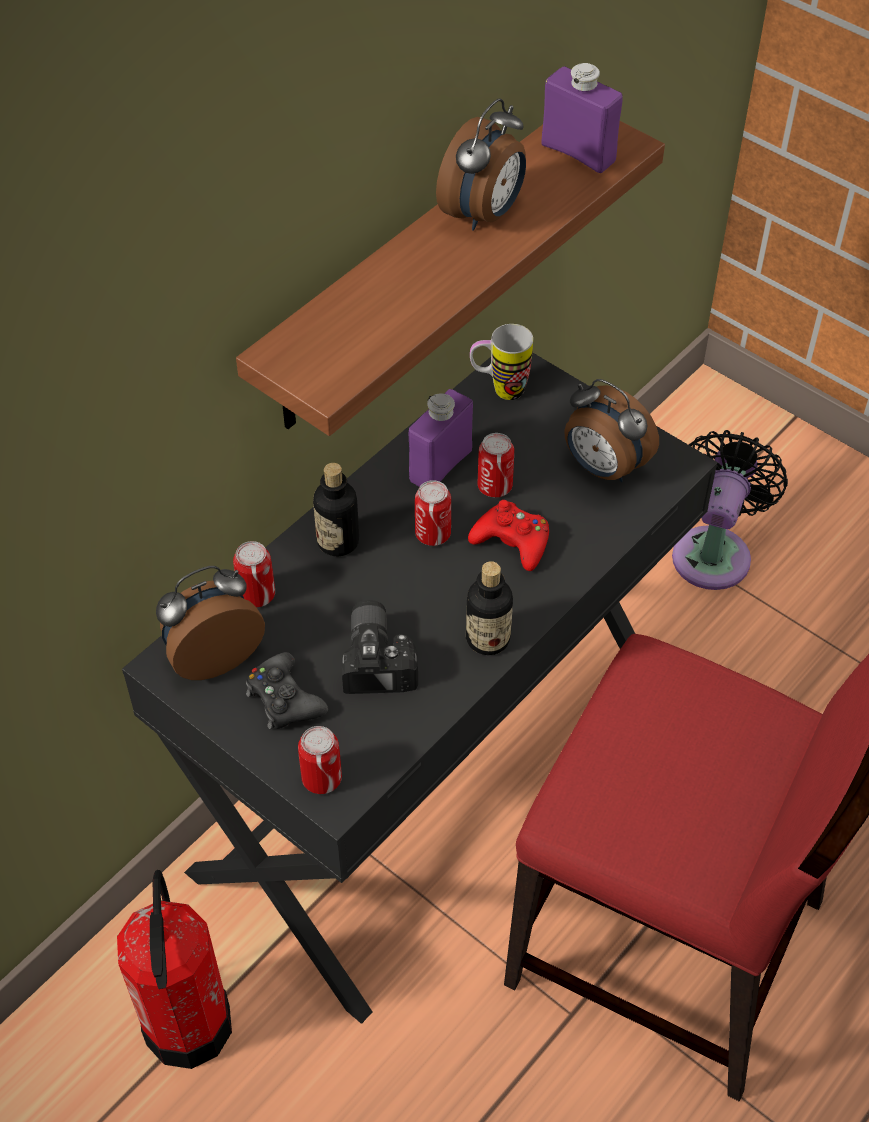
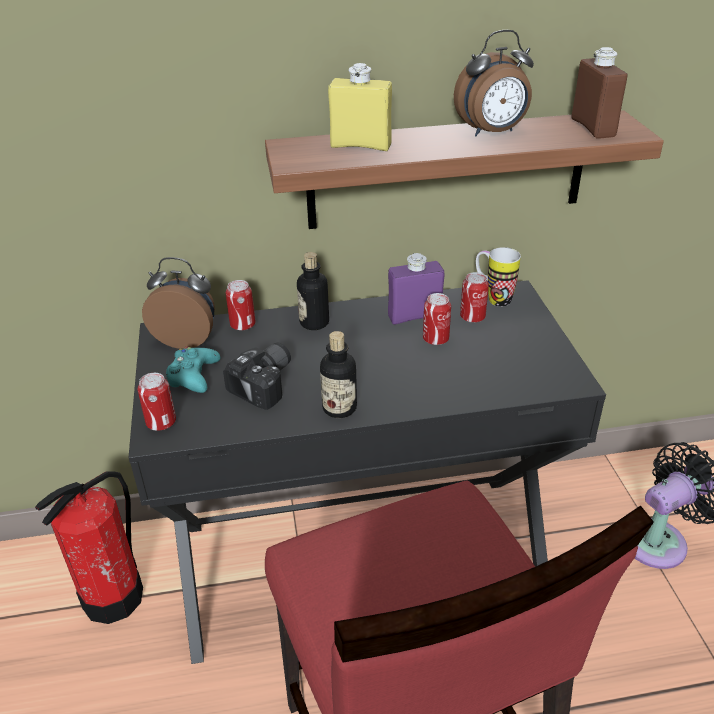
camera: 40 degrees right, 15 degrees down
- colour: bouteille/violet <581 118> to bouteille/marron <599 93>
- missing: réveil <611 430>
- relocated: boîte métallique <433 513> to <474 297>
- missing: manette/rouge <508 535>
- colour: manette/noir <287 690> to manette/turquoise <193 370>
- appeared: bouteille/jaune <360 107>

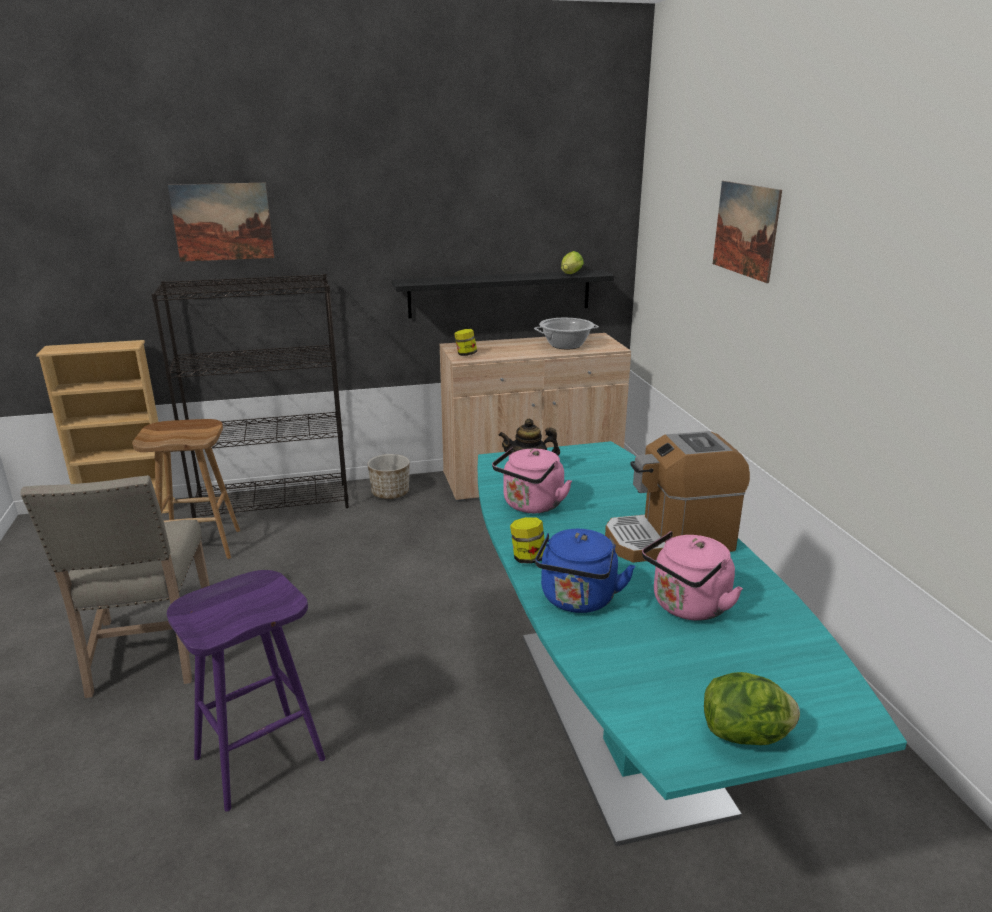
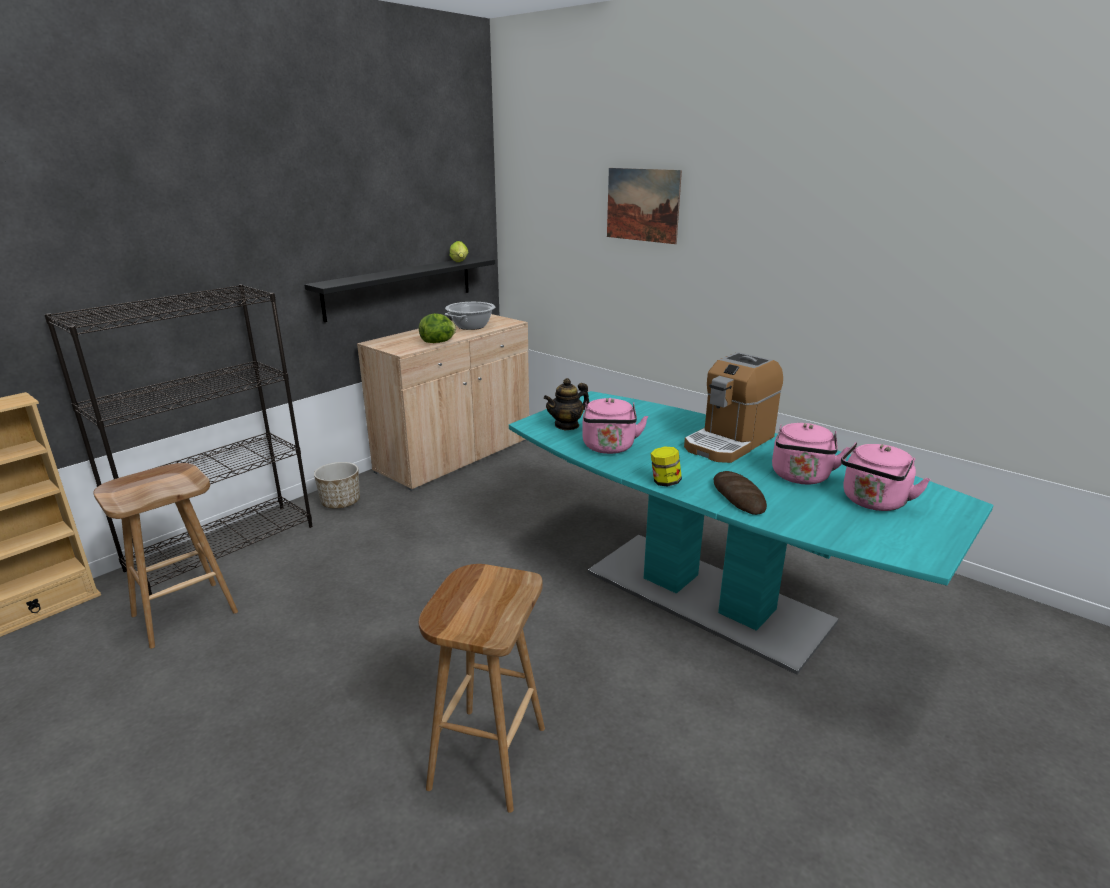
camera: 35 degrees left, 0 degrees up
- missing: tableau <221 222>
- missing: bocal <465 342>
- missing: chaise/beige <115 586>
- exchanged: bouilloire/bleu <585 571> to pain <740 493>
- colour: tabouret/violet <246 691> to tabouret/marron <482 688>
- relocated: laitue <752 708> to <437 328>
- appeared: bouilloire/rose <886 476>

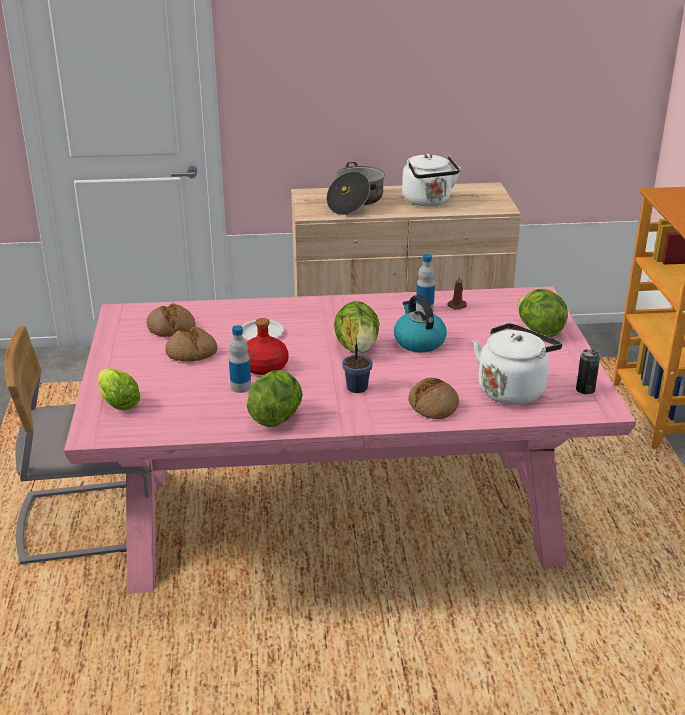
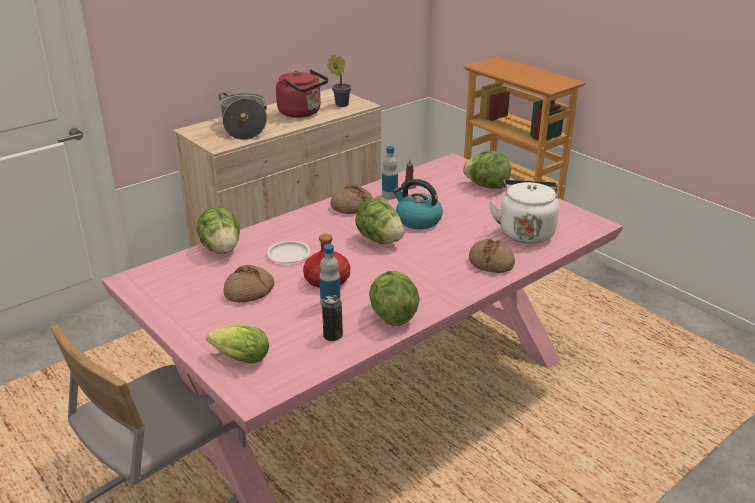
camera: 35 degrees left, 0 degrees up
- colour: bouilloire/blanc <431 180> to bouilloire/rouge <302 93>
- relocated: pain <171 320> to <352 199>
- relocated: plante en pot <357 353> to <339 80>
- relocated: boîte métallique <588 371> to <332 318>
- appeared: laitue <218 230>

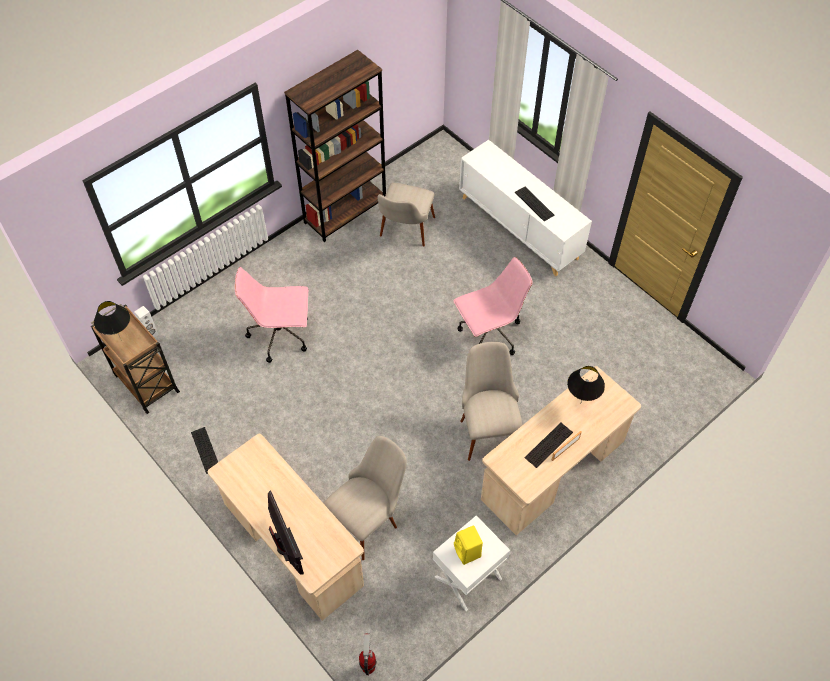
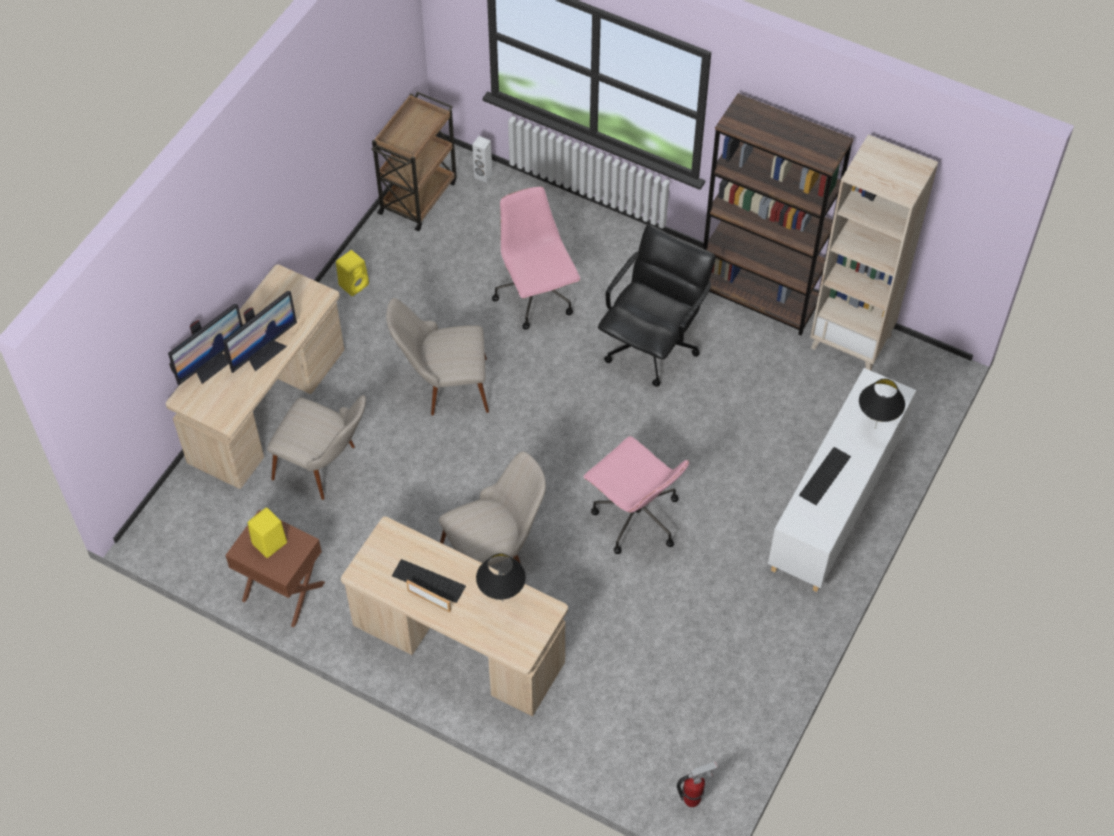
camera: 70 degrees right, 0 degrees up
- relocated: chaise/beige <406 214> to <437 356>
- relocated: lampe de table/noir <112 321> to <882 403>
- exchanged: clavier <204 450> to enceinte/jaune <352 273>
- colour: table de chevet/blanc <471 563> to table de chevet/marron <275 569>
- relocated: extincteur <367 654> to <697 784>
- appeared: bibliothèque/beige <874 252>
- appeared: chaise de bureau/noir <657 306>
- appeared: écran d'ordinateur <260 332>

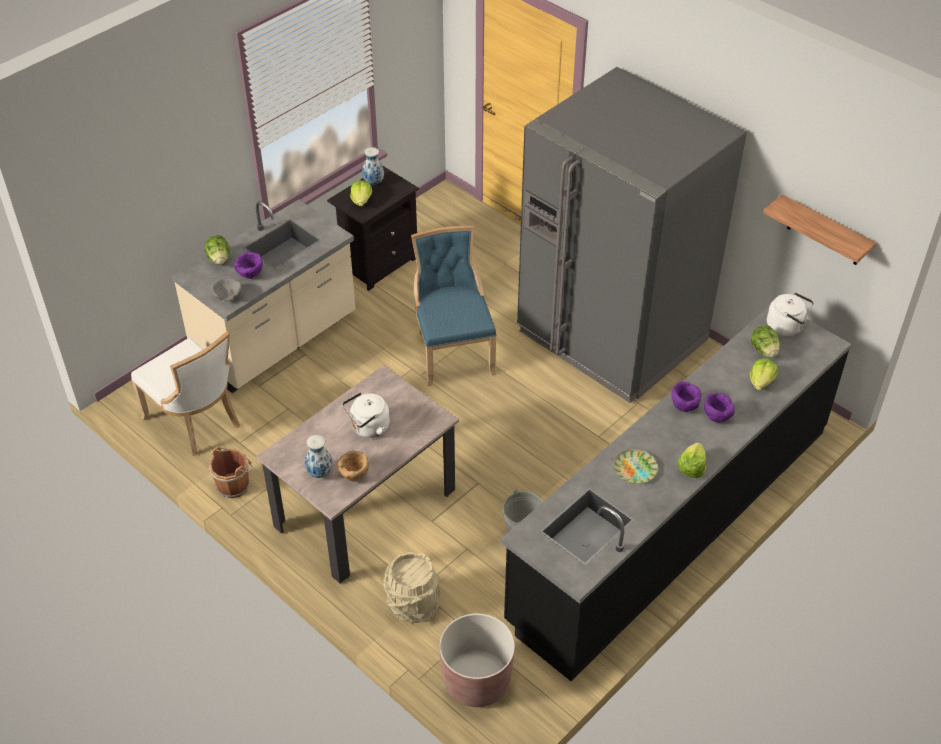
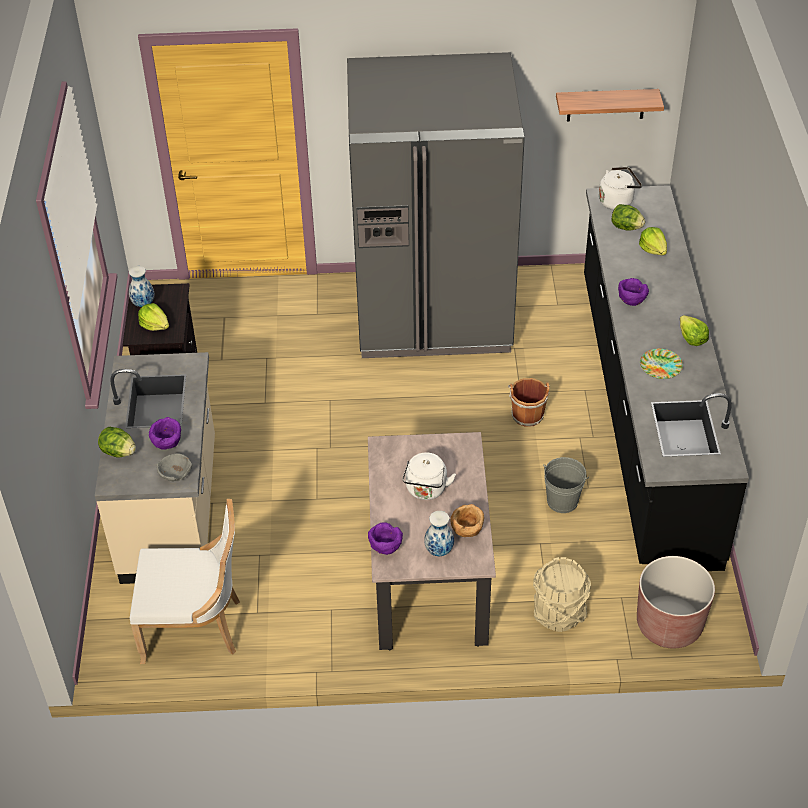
camera: 45 degrees left, 0 degrees up
- missing: chaise/bleu <453 305>
- relocated: bol/violet <719 408> to <385 538>
- relocated: seau/marron <230 472> to <529 402>

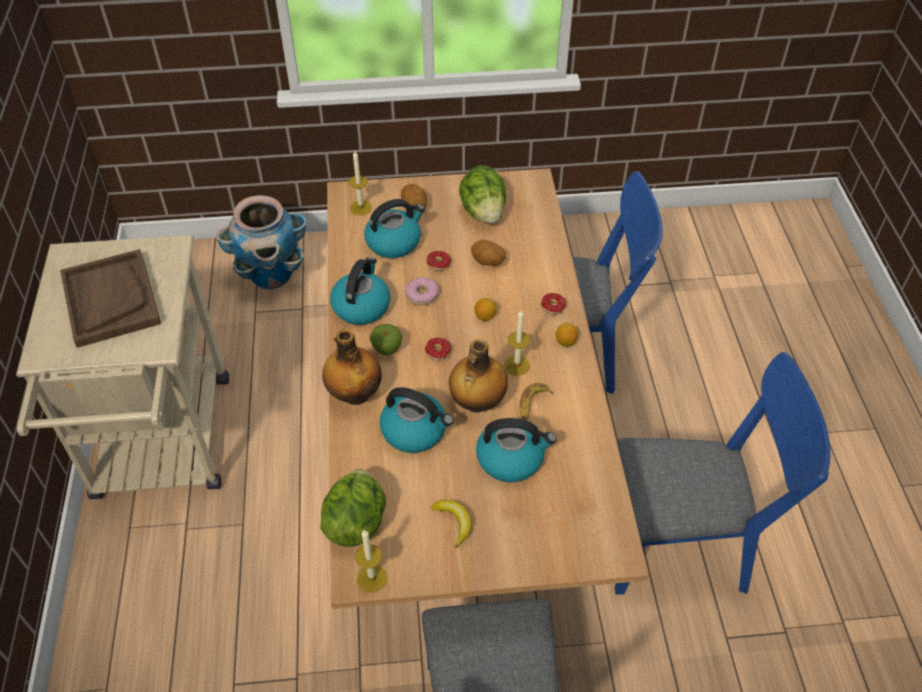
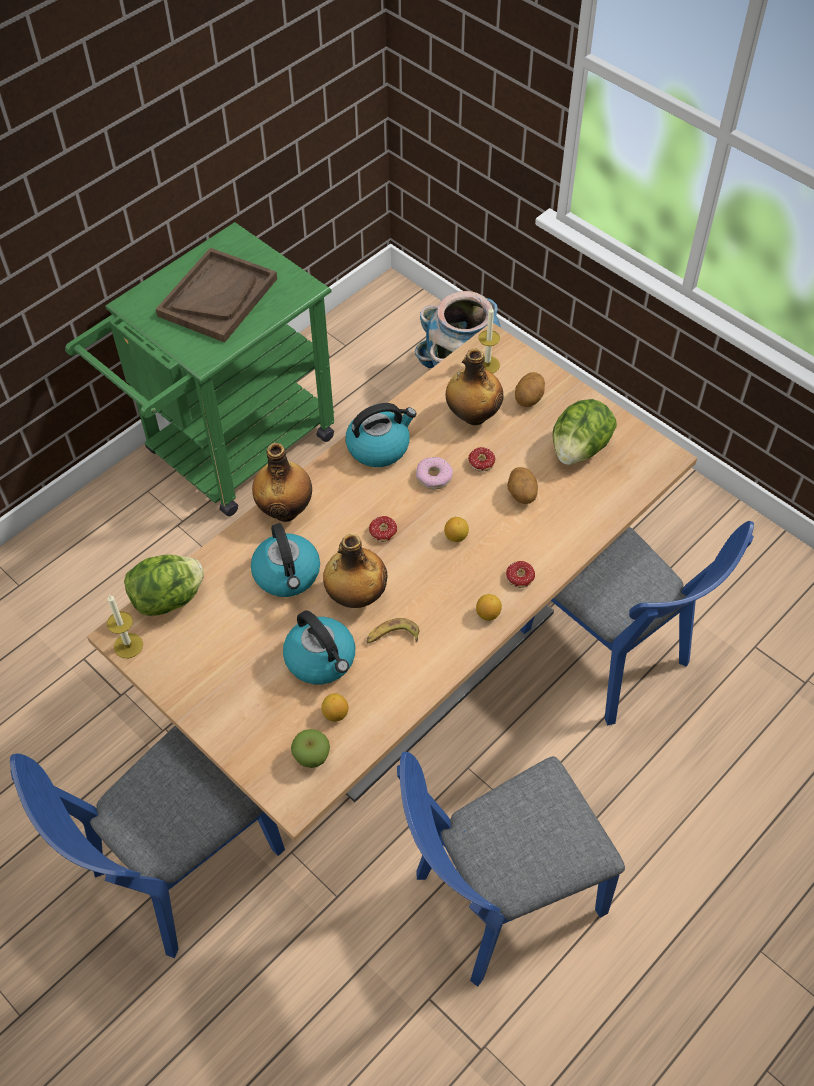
camera: 50 degrees right, 5 degrees up
- exchanged: bouilloire <394 228> to bouteille <474 386>
- colour: chariot/beige <122 367> to chariot/vert <199 369>
- missing: bougie <517 342>
- relocated: pomme <386 339> to <310 748>
- spun: chaise/bleu <722 473> = <511 869> 105 degrees clockwise
- missing: banane <451 524>
- appeared: citron <335 707>

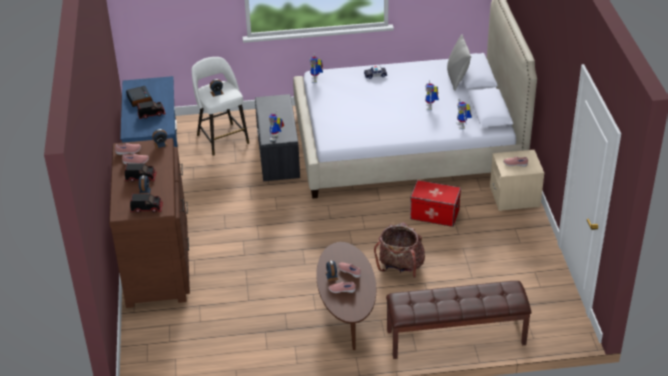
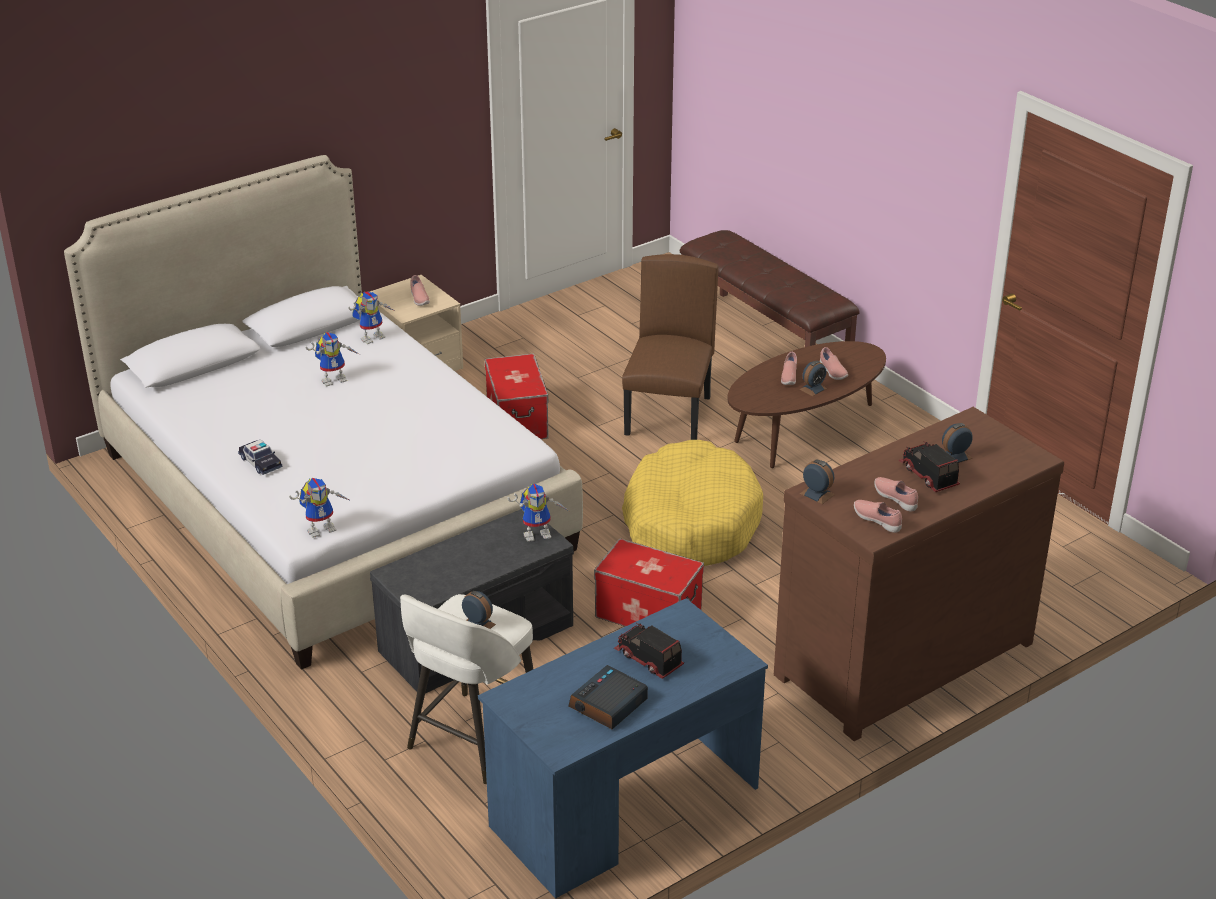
camera: 120 degrees left, 5 degrees down
- missing: coussin/gris <459 62>
- missing: camion jouet <146 203>
- exchanged: sac à dos <399 250> to chaise/marron <670 347>
- appeared: panier pour chien/jaune <692 503>
- appeared: boîte de rangement <649 582>

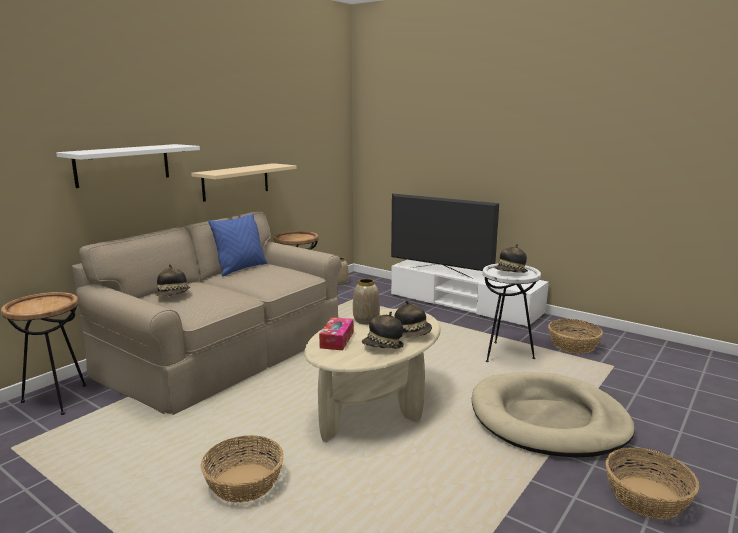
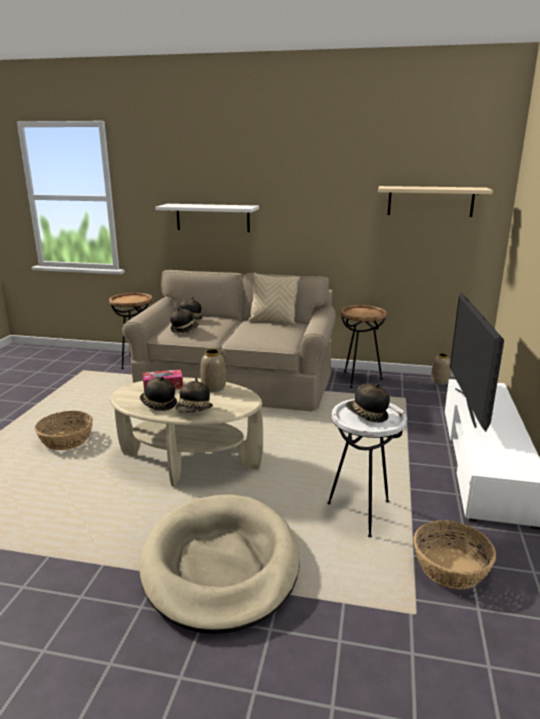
camera: 65 degrees right, 5 degrees up
- relocated: étagère/beige <244 182> to <435 201>
- colour: coussin/bleu <237 244> to coussin/beige <274 299>
- missing: panier <652 483>
- appeared: chapeau <184 320>

